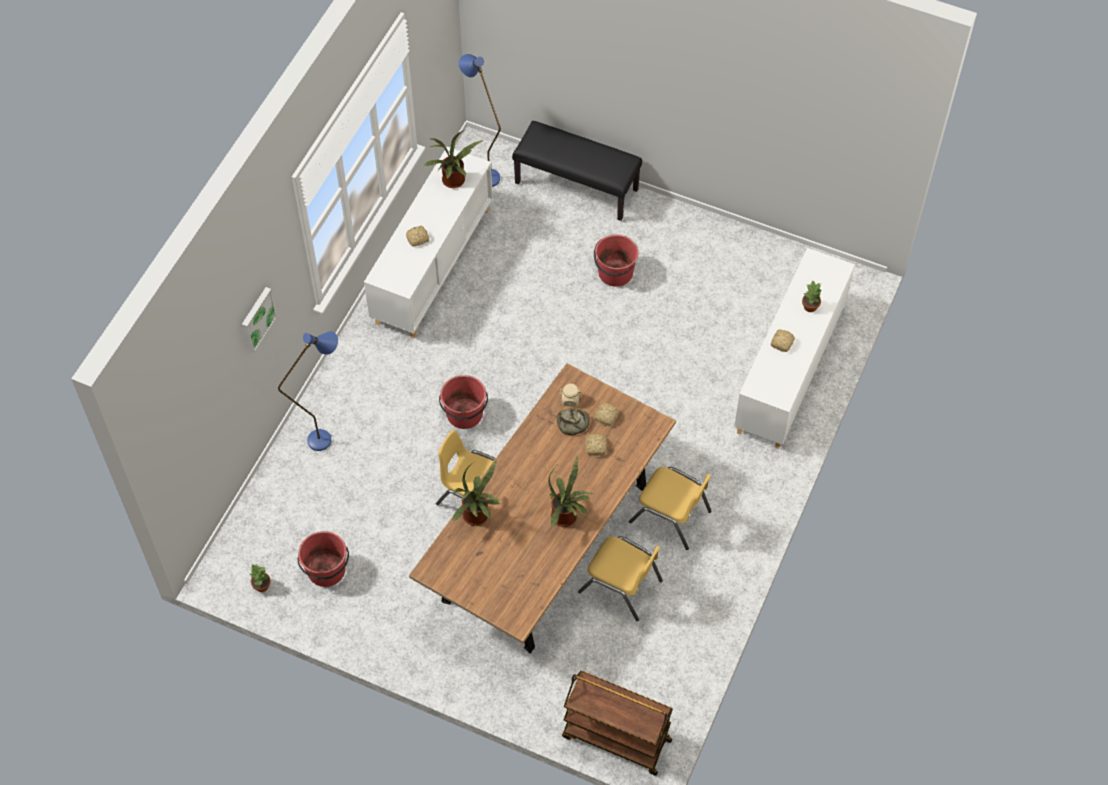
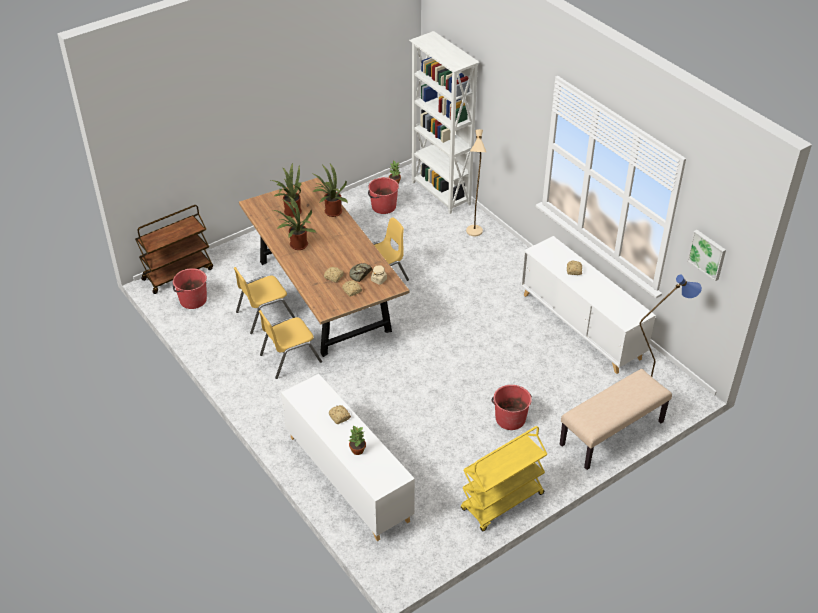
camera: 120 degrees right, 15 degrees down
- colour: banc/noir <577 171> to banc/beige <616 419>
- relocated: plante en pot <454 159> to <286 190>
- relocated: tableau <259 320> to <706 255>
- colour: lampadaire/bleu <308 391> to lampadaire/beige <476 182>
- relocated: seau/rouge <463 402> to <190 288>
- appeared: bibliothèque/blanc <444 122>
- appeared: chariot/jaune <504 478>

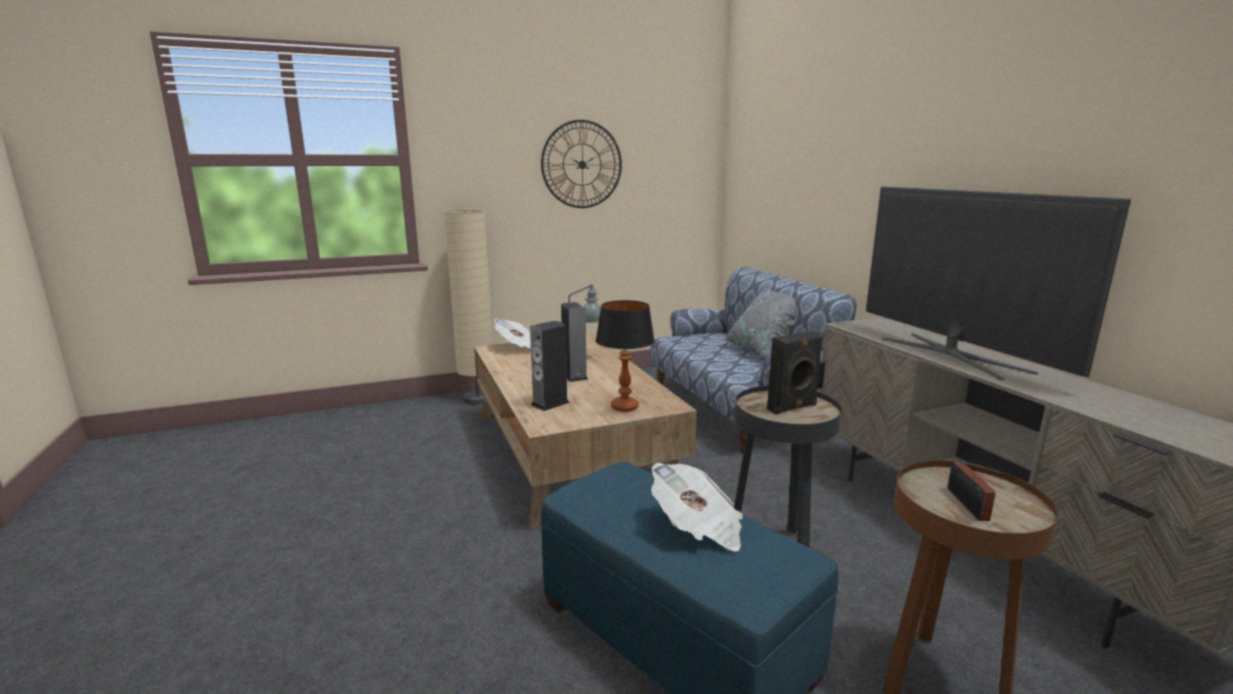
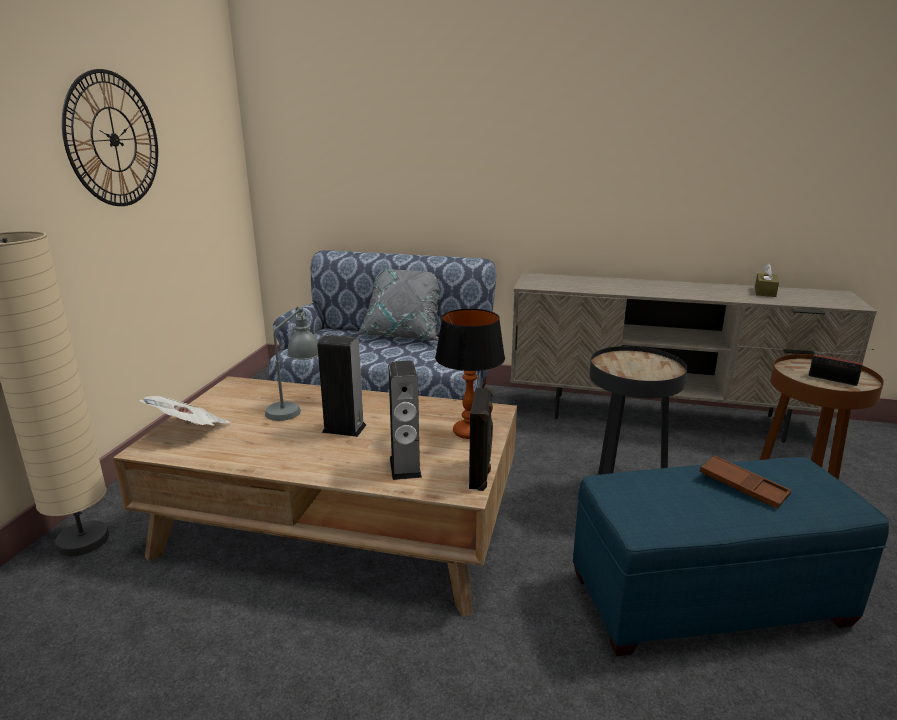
camera: 55 degrees left, 5 degrees up
- missing: téléviseur <998 283>
- relocated: enceinte/noir <795 372> to <481 439>
- exchanged: journal <697 507> to plateau/marron <745 482>
- appeared: boîte à mouchoirs/marron <767 280>

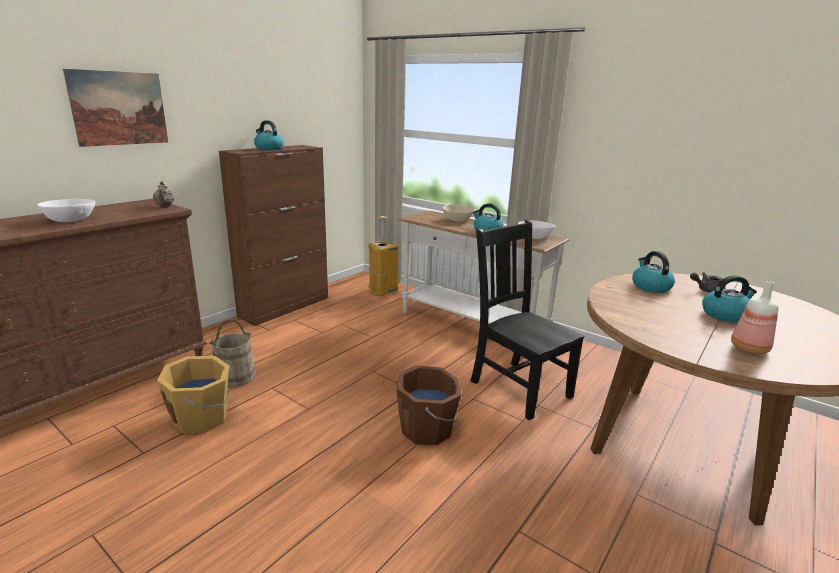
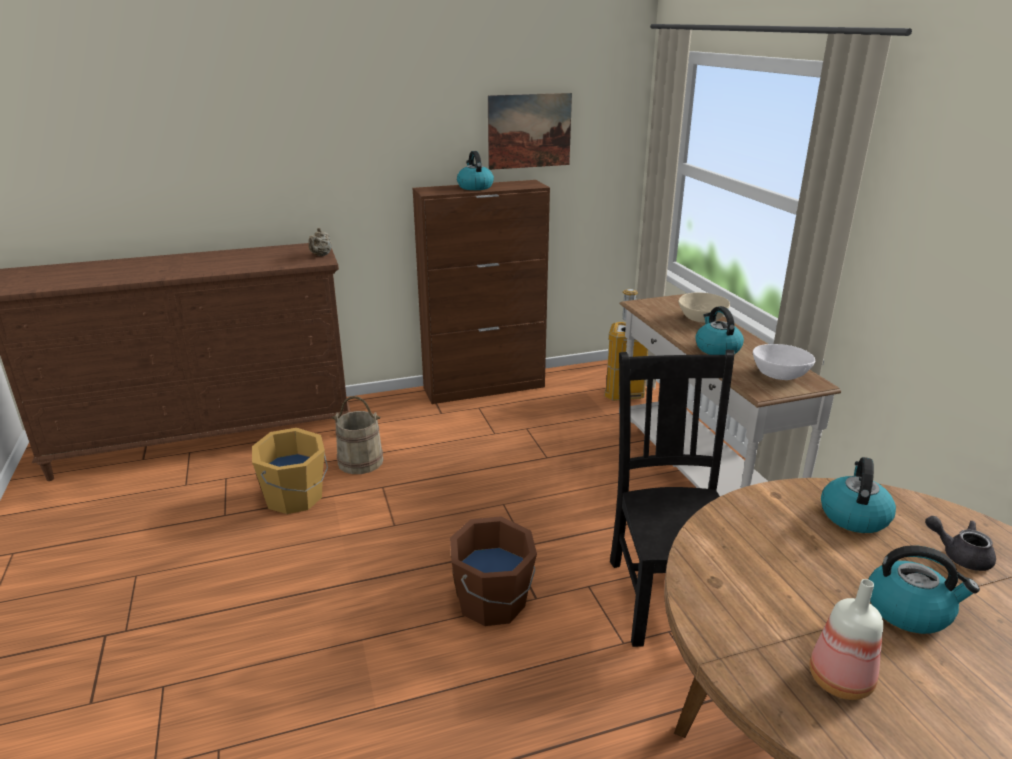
camera: 35 degrees right, 5 degrees up
- relocated: tableau <115 108> to <530 131>
- missing: bol/blanc <66 210>

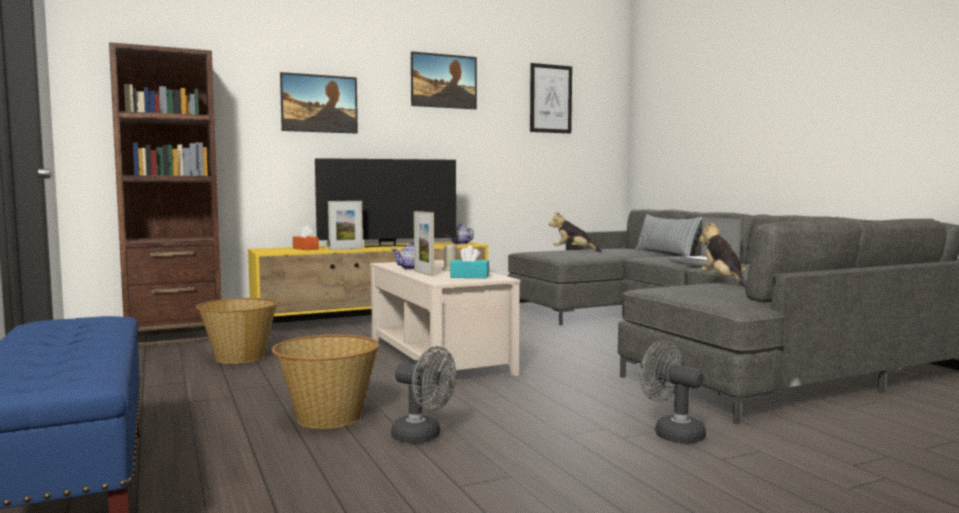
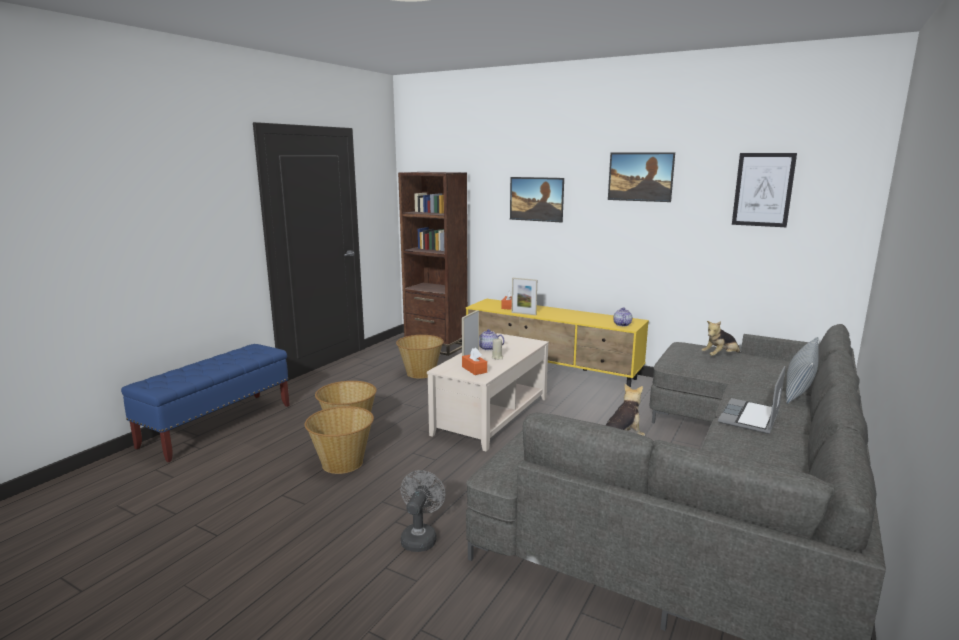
camera: 55 degrees right, 10 degrees up
- missing: téléviseur <385 202>
- spun: peluche <575 232> = <721 338> 105 degrees counterclockwise
- colour: boîte à mouchoirs/turquoise <469 261> to boîte à mouchoirs/orange <474 361>
- exchanged: ventilateur/gris <423 394> to panier <339 440>

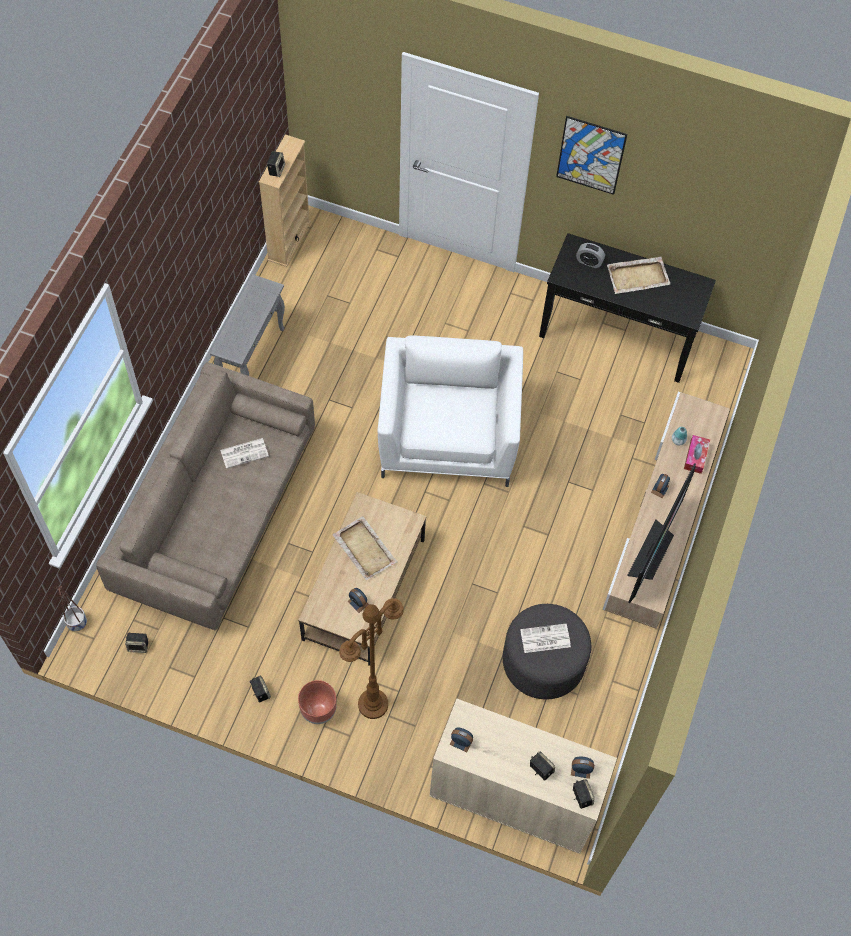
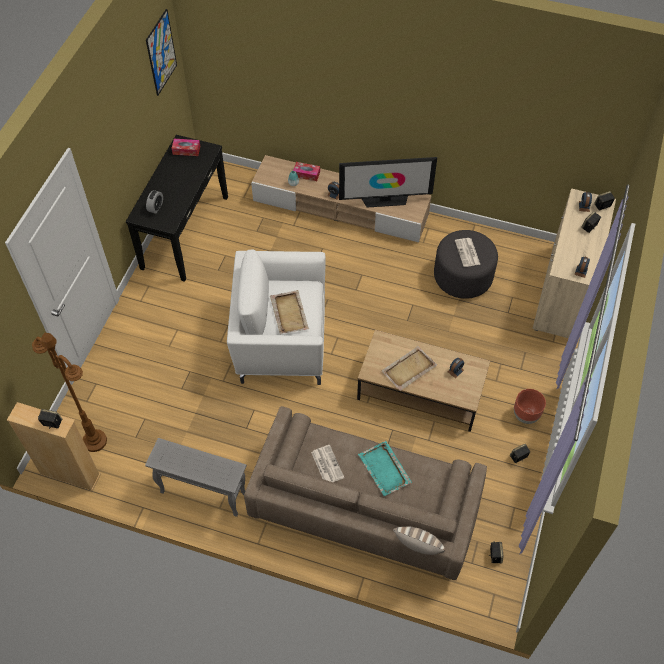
camera: 90 degrees left, 5 degrees down
- relocated: tableau <591 155> to <161 52>
- relocated: plateau/beige <639 275> to <290 312>
- spun: téléviseur <661 533> = <388 182> 150 degrees clockwise
- missing: cache-pot <71 608>
- relocated: lampadaire/marron <371 658> to <69 392>
- appeared: boîte à mouchoirs <186 147>
- appeared: plateau/turquoise <385 468>
- appeared: coussin <419 541>

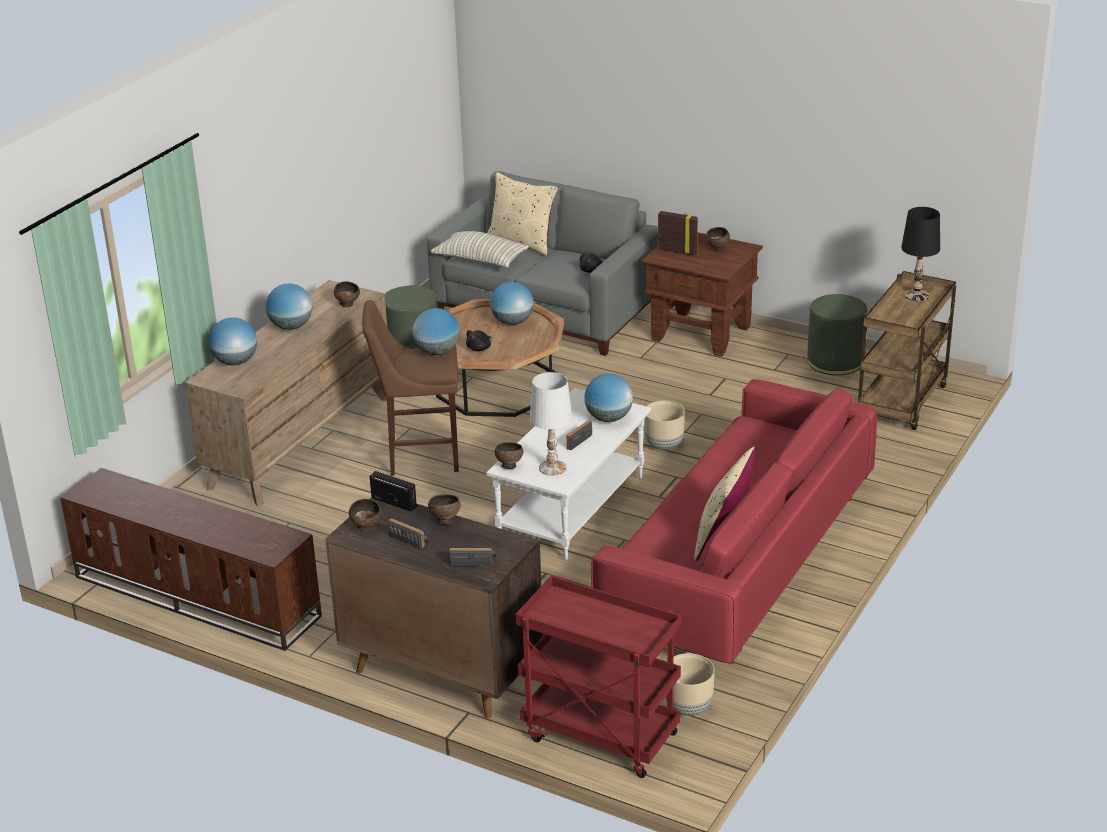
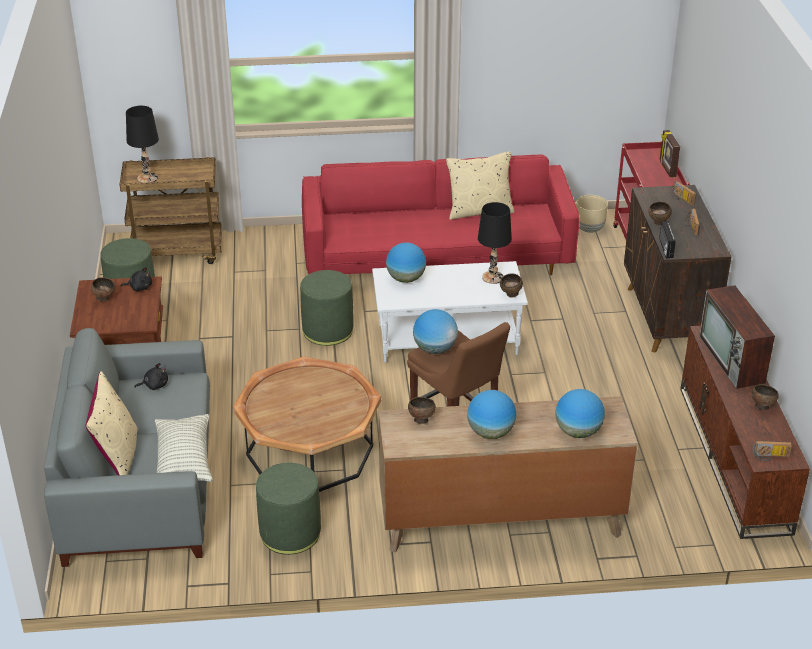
camera: 125 degrees left, 5 degrees up
- relocated: cadre photo <678 233> to <669 154>
- missing: globe <512 303>
- relocated: peluche/noir <478 340> to <136 279>
- colour: lampe de table/blanc <551 424> to lampe de table/noir <495 243>
- exchanged: cache-pot/beige <664 425> to pouf/vert <326 308>
- relocated: radio <579 435> to <772 451>
- relocated: bol/marron <365 515> to <765 397>
- appeared: téléviseur <737 337>

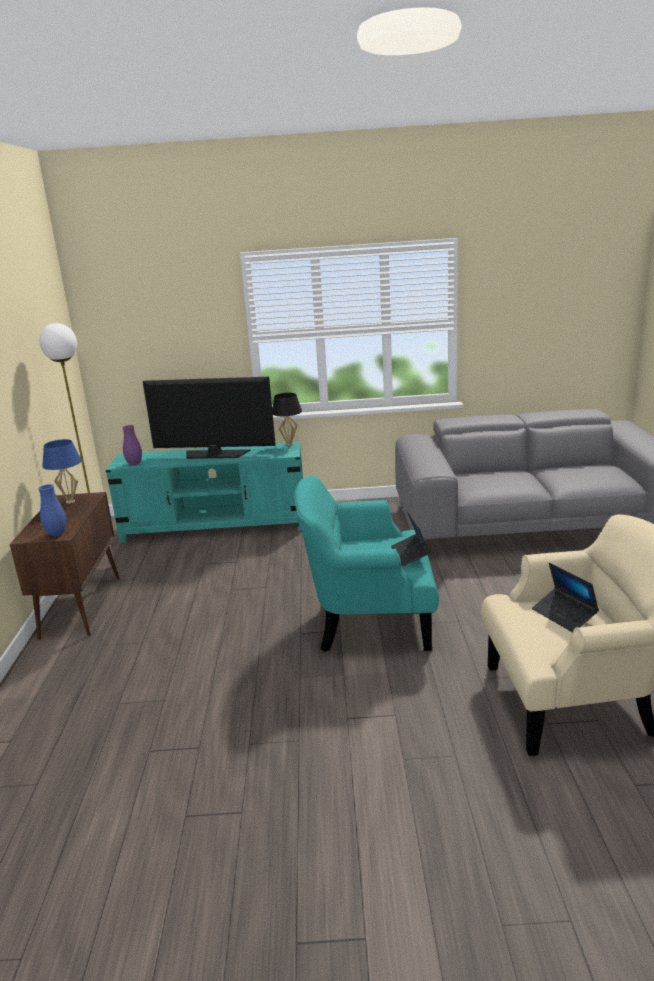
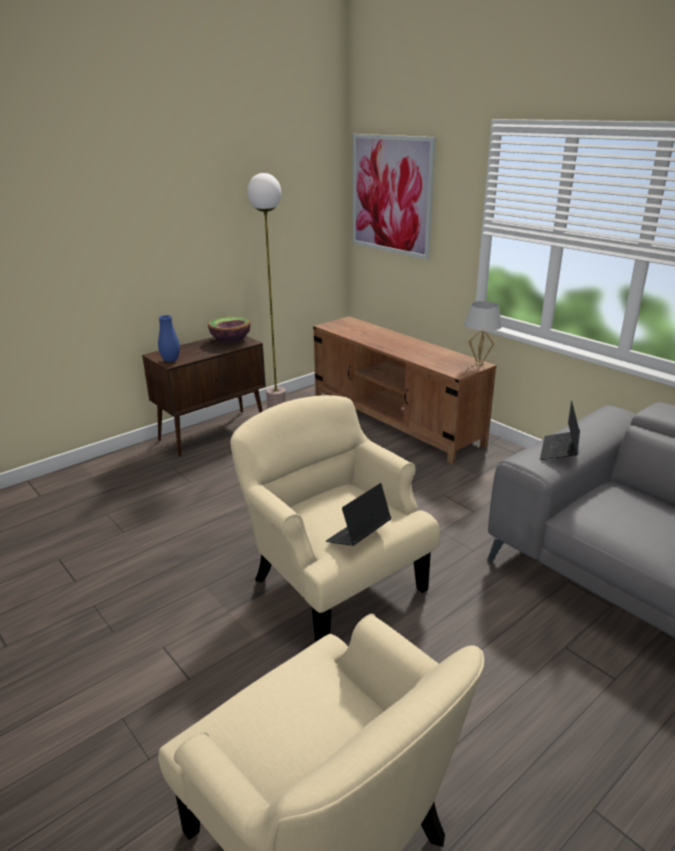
camera: 50 degrees right, 5 degrees up
- missing: téléviseur <209 418>
- colour: lampe de table/noir <287 419> to lampe de table/blanc <483 333>
- missing: vase/violet <132 445>
- exchanged: lampe de table/bleu <62 471> to bol <229 329>
- colour: meuble télé/turquoise <204 492> to meuble télé/marron <405 390>
- colour: fauteuil/turquoise <366 564> to fauteuil/beige <335 518>
- relocated: ordinateur portable <565 598> to <560 430>
- appeared: tableau <394 197>

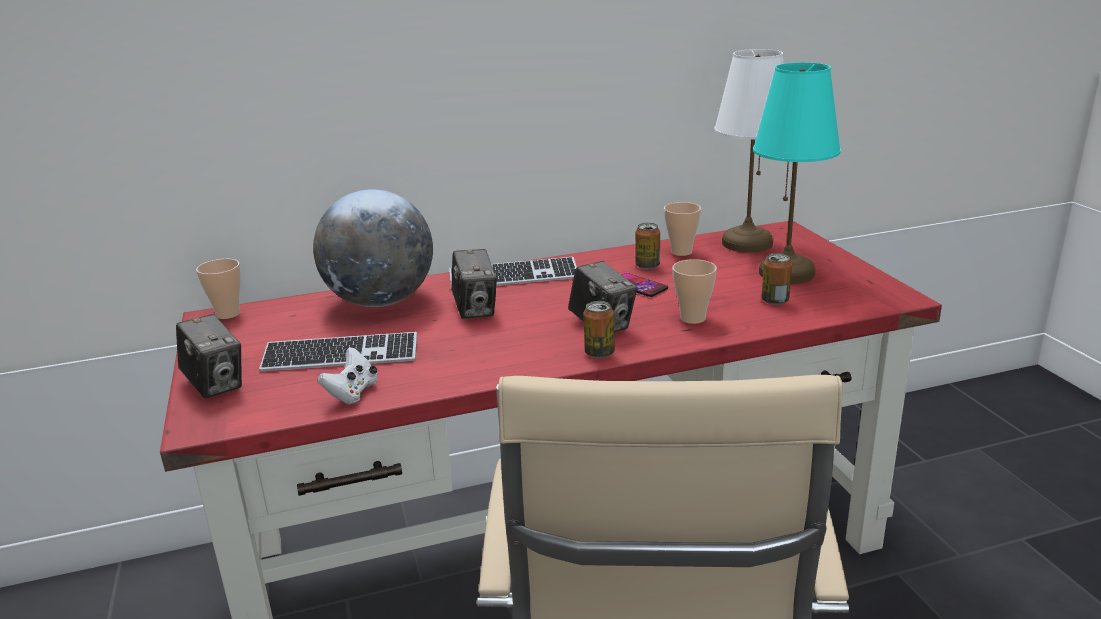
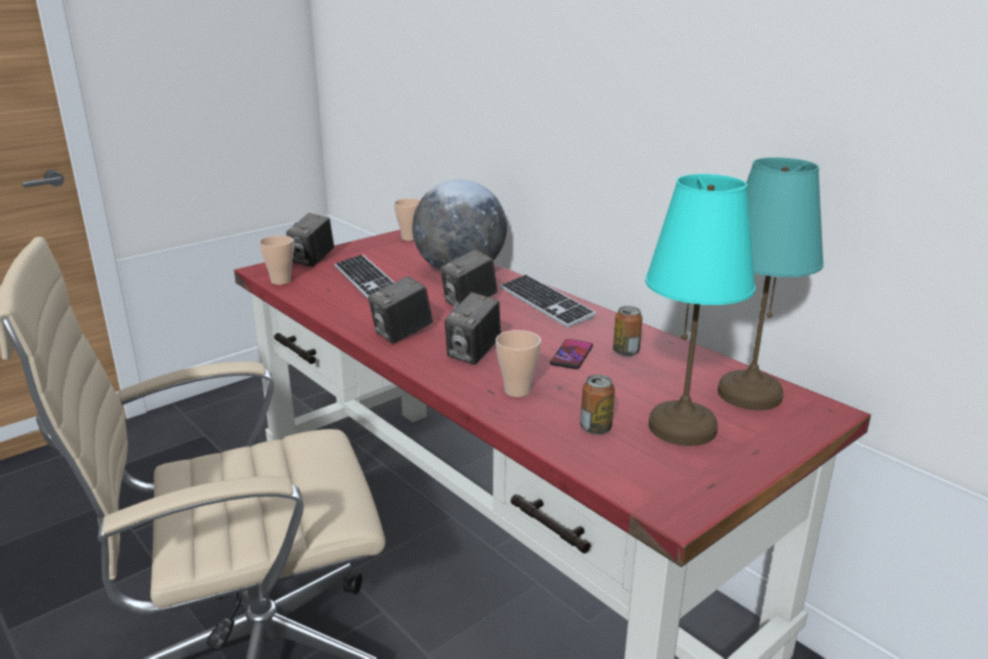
camera: 65 degrees right, 0 degrees up
- colour: lampe de table/blanc <749 151> to lampe de table/turquoise <771 283>
- relocated: tasse <682 229> to <276 260>
- missing: boîte métallique <599 329>
- missing: manette/blanc <347 376>
- appeared: appareil photo <400 310>

